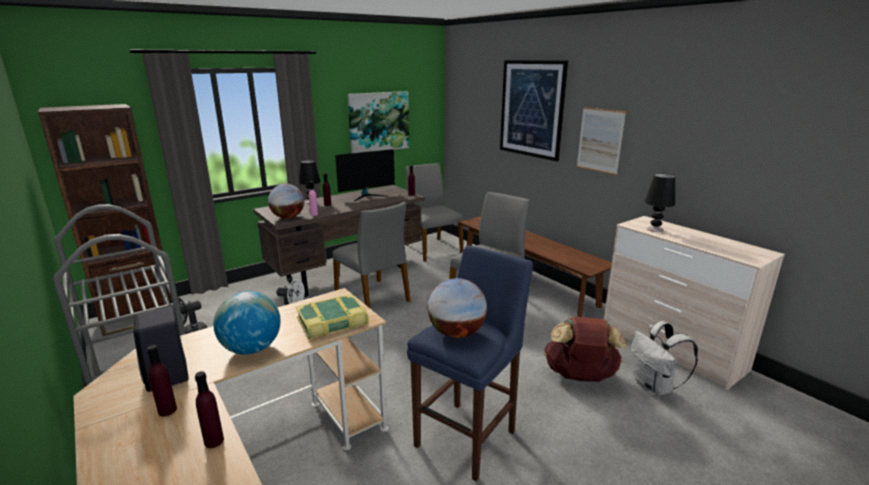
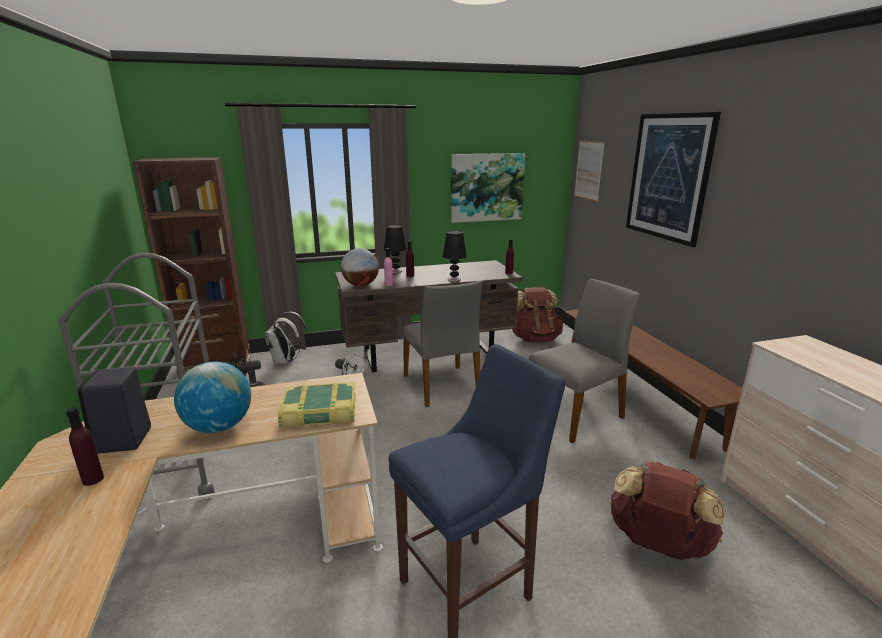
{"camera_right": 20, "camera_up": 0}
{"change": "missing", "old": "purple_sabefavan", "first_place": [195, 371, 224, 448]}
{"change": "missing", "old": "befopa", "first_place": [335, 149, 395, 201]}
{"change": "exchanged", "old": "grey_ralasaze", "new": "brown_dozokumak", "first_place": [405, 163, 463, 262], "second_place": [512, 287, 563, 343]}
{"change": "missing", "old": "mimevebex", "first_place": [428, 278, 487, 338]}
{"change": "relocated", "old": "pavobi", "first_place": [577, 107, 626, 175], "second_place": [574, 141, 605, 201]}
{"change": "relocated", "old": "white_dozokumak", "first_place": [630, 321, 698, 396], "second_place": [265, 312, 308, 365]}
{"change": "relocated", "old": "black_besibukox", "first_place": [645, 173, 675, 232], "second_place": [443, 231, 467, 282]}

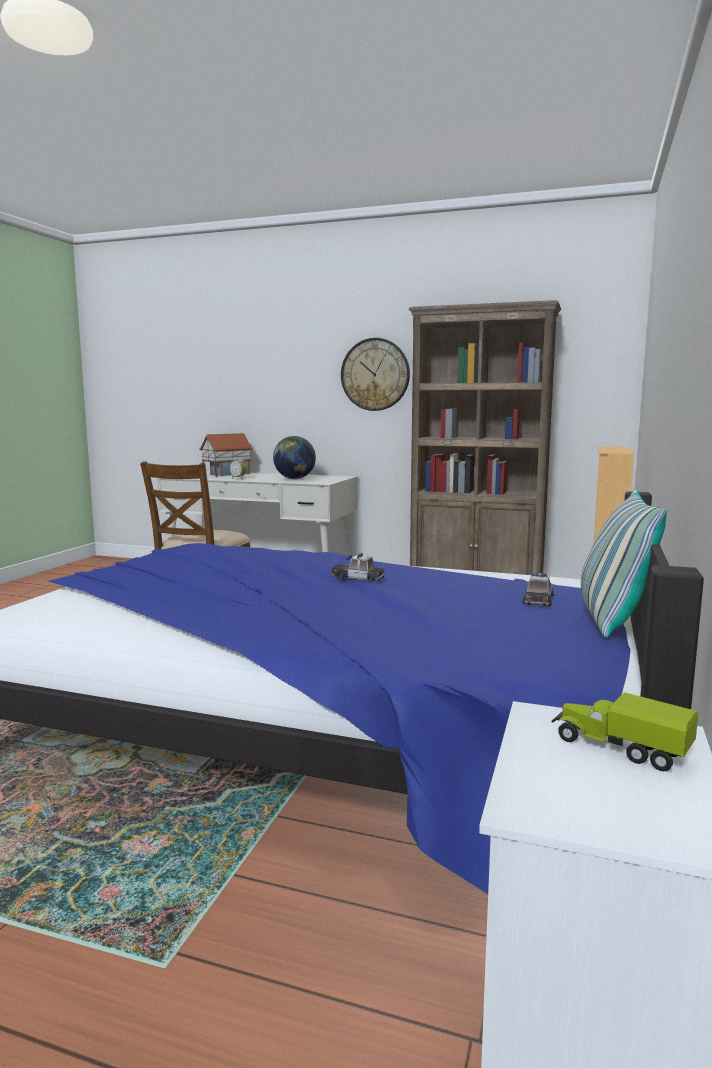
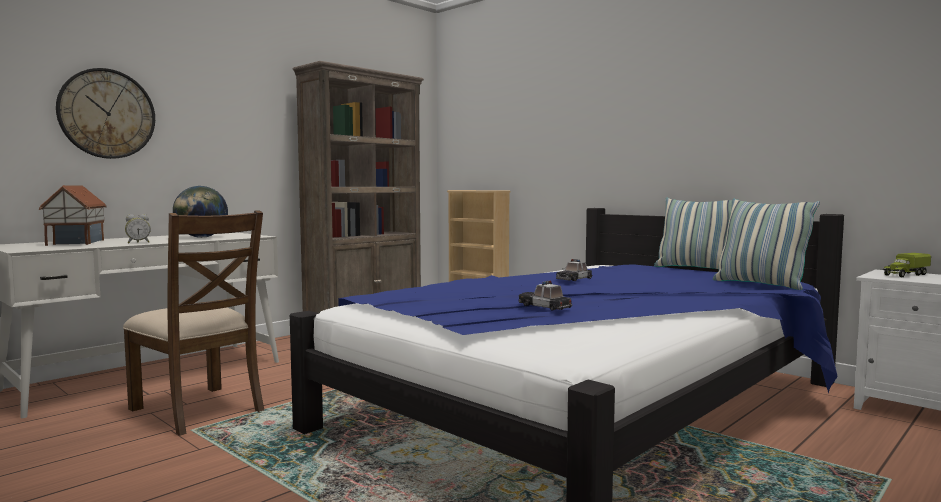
{"camera_right": -65, "camera_up": -5}
{"change": "relocated", "old": "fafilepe", "first_place": [341, 338, 410, 411], "second_place": [56, 68, 155, 159]}
{"change": "relocated", "old": "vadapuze", "first_place": [523, 573, 555, 606], "second_place": [519, 281, 573, 311]}
{"change": "appeared", "new": "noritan", "second_place": [713, 199, 820, 290]}

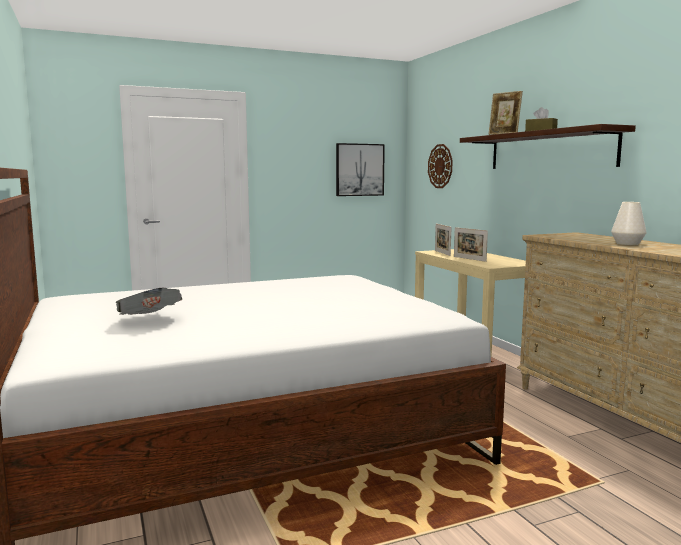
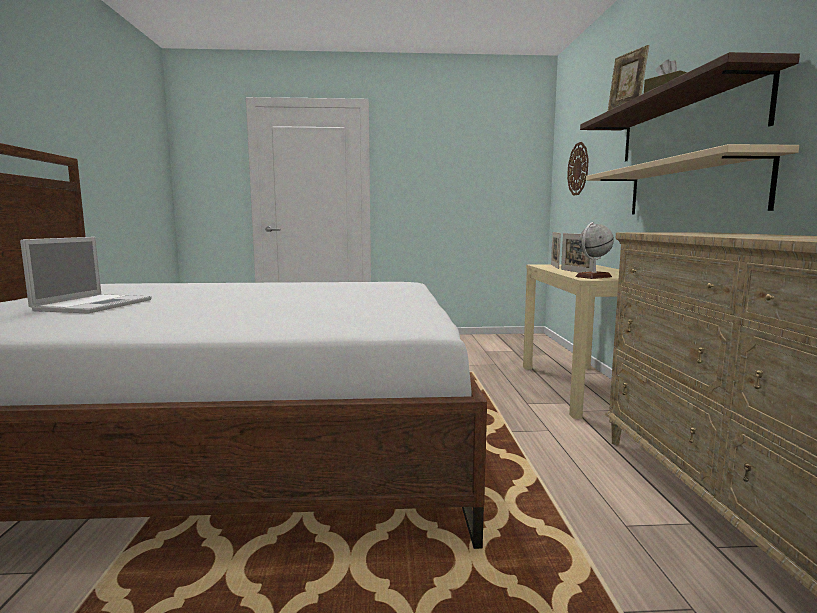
{"camera_right": 20, "camera_up": 0}
{"change": "exchanged", "old": "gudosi", "new": "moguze", "first_place": [116, 288, 183, 315], "second_place": [20, 237, 152, 313]}
{"change": "missing", "old": "pavobi", "first_place": [336, 143, 385, 196]}
{"change": "missing", "old": "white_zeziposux", "first_place": [611, 202, 647, 245]}
{"change": "appeared", "new": "mimevebex", "second_place": [575, 222, 614, 279]}
{"change": "appeared", "new": "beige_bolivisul", "second_place": [586, 144, 799, 215]}

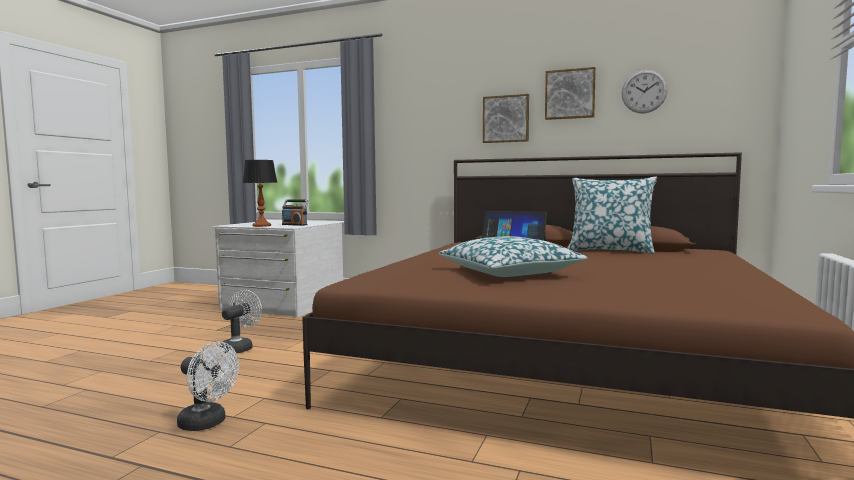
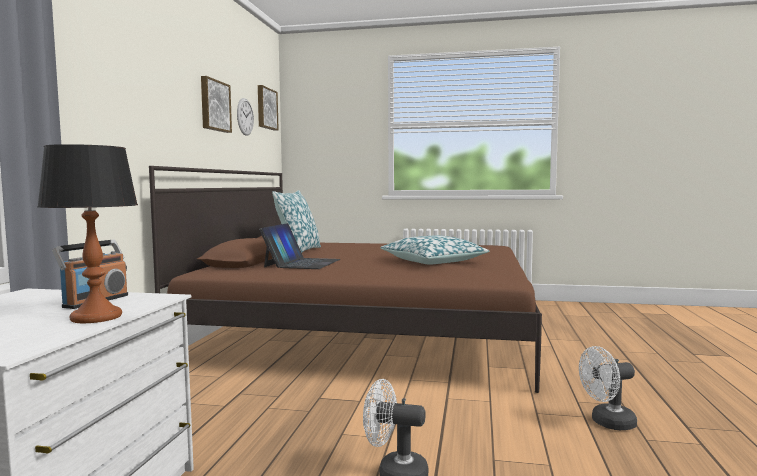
{"camera_right": -100, "camera_up": 0}
{"change": "spun", "old": "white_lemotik", "first_place": [177, 342, 239, 431], "second_place": [579, 346, 637, 430], "degrees": -120}
{"change": "relocated", "old": "pavobi", "first_place": [483, 94, 529, 143], "second_place": [258, 85, 279, 131]}

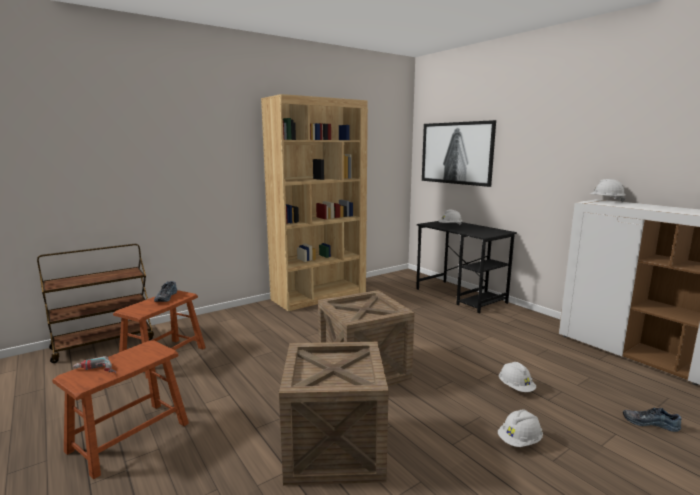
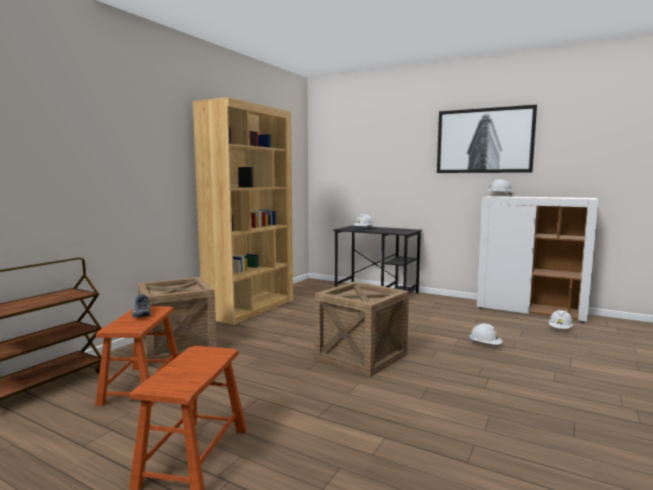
{"camera_right": -25, "camera_up": -5}
{"change": "missing", "old": "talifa", "first_place": [73, 356, 116, 374]}
{"change": "relocated", "old": "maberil", "first_place": [279, 342, 389, 486], "second_place": [138, 277, 217, 365]}
{"change": "relocated", "old": "pavobi", "first_place": [422, 120, 496, 187], "second_place": [437, 105, 537, 173]}
{"change": "relocated", "old": "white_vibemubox", "first_place": [498, 409, 543, 447], "second_place": [549, 310, 574, 329]}
{"change": "missing", "old": "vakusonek", "first_place": [623, 407, 681, 432]}

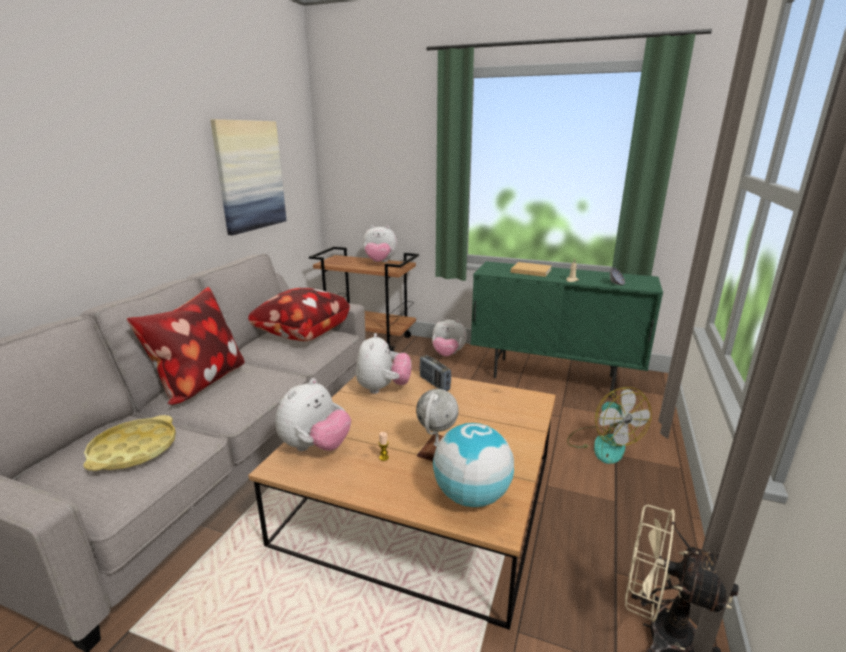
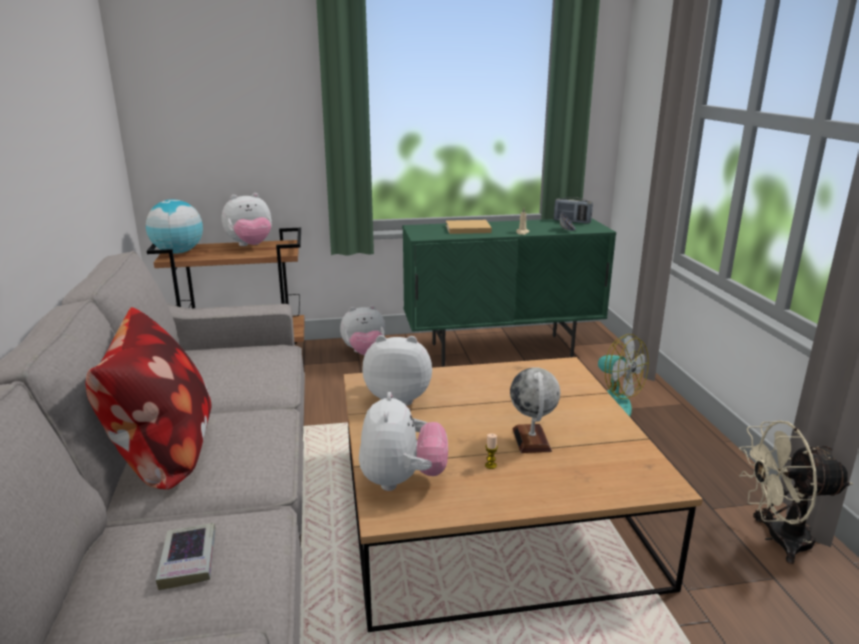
{"camera_right": -30, "camera_up": 0}
{"change": "exchanged", "old": "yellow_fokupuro", "new": "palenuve", "first_place": [83, 415, 176, 471], "second_place": [156, 523, 216, 590]}
{"change": "missing", "old": "pavobi", "first_place": [210, 119, 287, 235]}
{"change": "missing", "old": "noritan", "first_place": [248, 288, 350, 341]}
{"change": "spun", "old": "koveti", "first_place": [356, 333, 411, 394], "second_place": [362, 335, 432, 406], "degrees": -60}
{"change": "relocated", "old": "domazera", "first_place": [420, 355, 451, 391], "second_place": [554, 197, 593, 224]}
{"change": "relocated", "old": "mimevebex", "first_place": [433, 423, 514, 507], "second_place": [146, 199, 203, 254]}

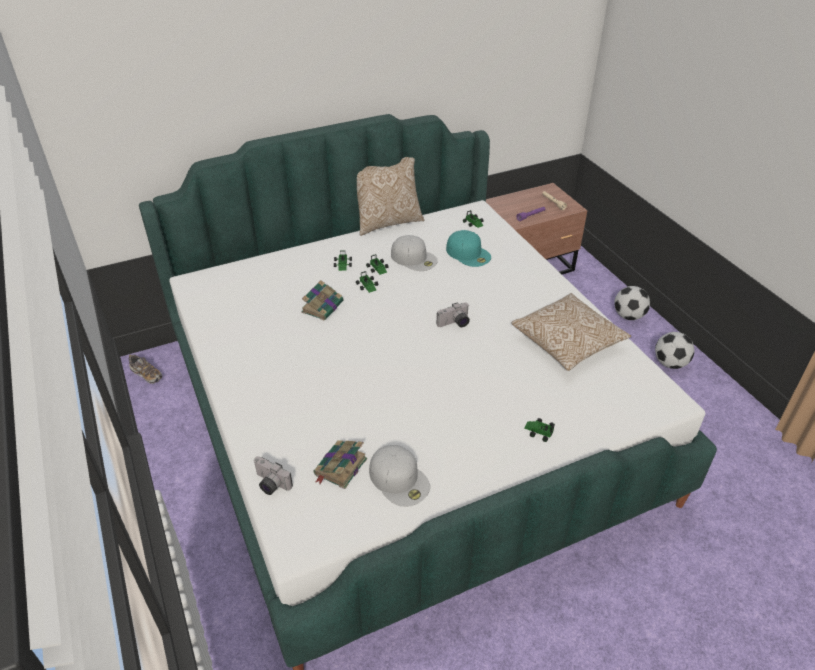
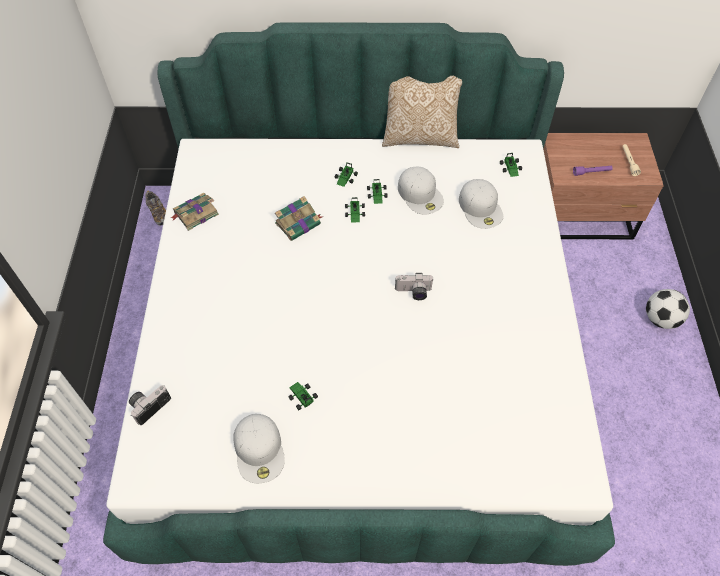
{"camera_right": 25, "camera_up": 15}
{"change": "spun", "old": "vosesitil", "first_place": [253, 456, 293, 495], "second_place": [129, 385, 171, 425], "degrees": 75}
{"change": "relocated", "old": "palenuve", "first_place": [314, 440, 367, 489], "second_place": [171, 193, 219, 231]}
{"change": "colour", "old": "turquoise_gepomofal", "new": "white_gepomofal", "first_place": [446, 230, 491, 267], "second_place": [459, 179, 503, 229]}
{"change": "missing", "old": "noritan", "first_place": [511, 293, 631, 371]}
{"change": "relocated", "old": "vadapuze", "first_place": [524, 418, 555, 442], "second_place": [288, 382, 318, 410]}
{"change": "missing", "old": "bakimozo", "first_place": [655, 332, 695, 369]}

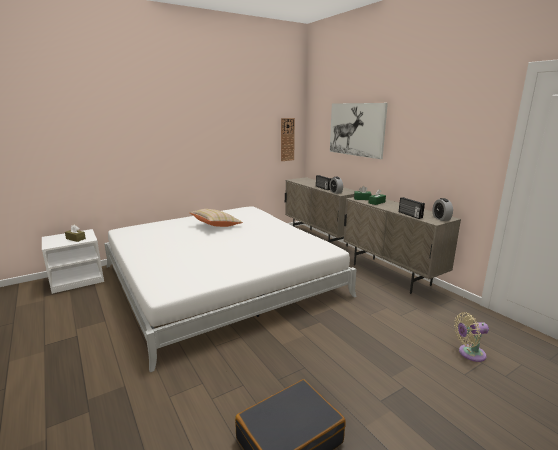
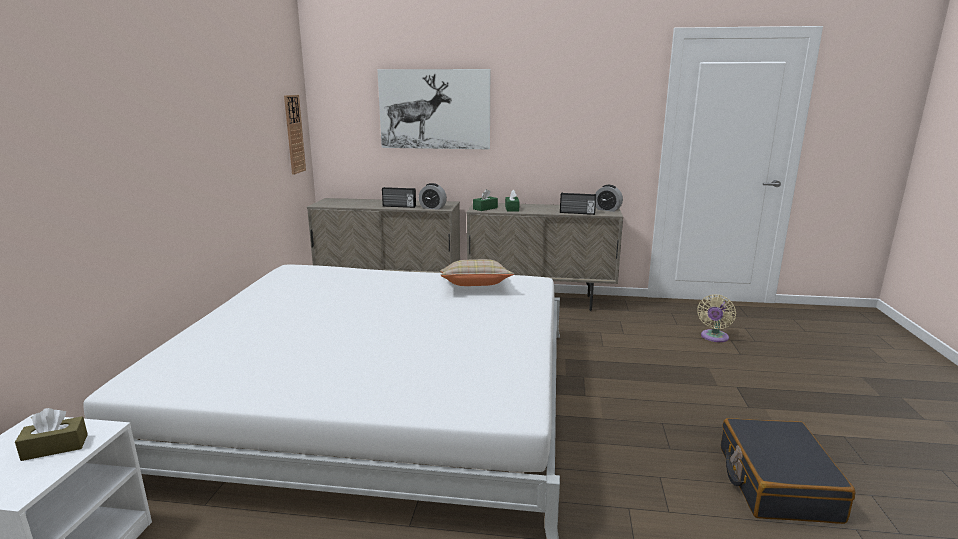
{"camera_right": -50, "camera_up": 0}
{"change": "relocated", "old": "beige_noritan", "first_place": [189, 209, 243, 227], "second_place": [440, 259, 514, 286]}

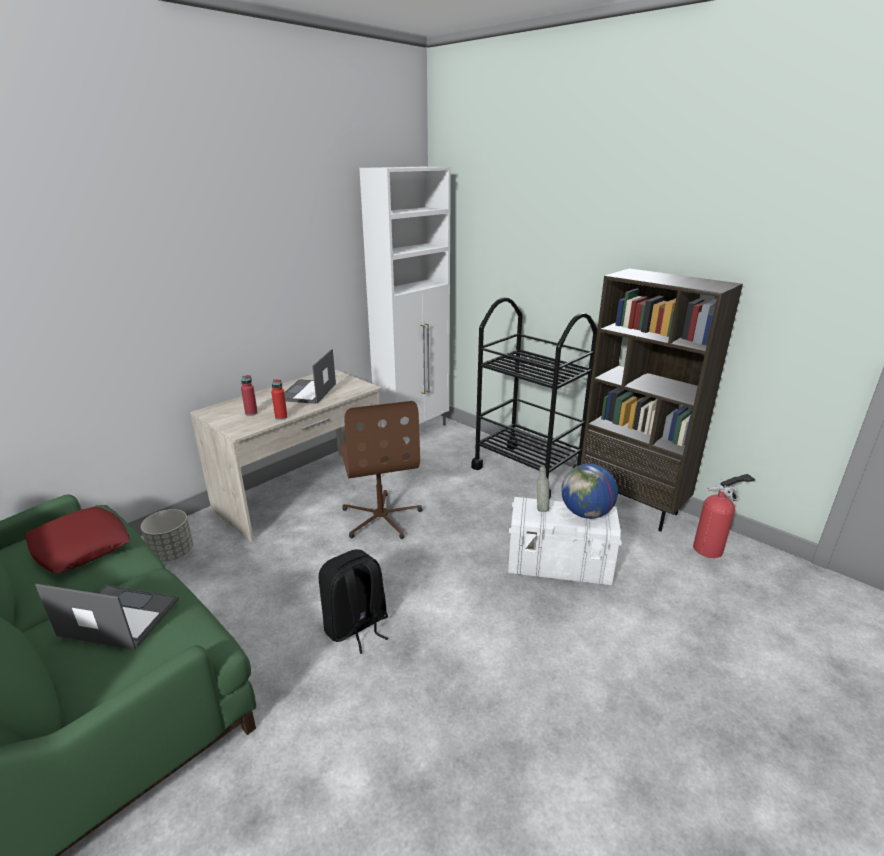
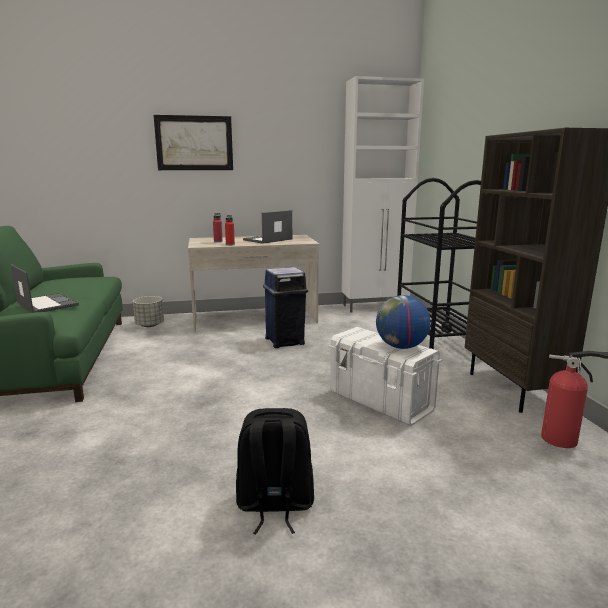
{"camera_right": 35, "camera_up": -10}
{"change": "missing", "old": "red_noritan", "first_place": [25, 507, 130, 574]}
{"change": "relocated", "old": "black_dozokumak", "first_place": [319, 549, 388, 654], "second_place": [236, 408, 314, 534]}
{"change": "exchanged", "old": "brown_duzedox", "new": "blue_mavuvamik", "first_place": [340, 401, 423, 539], "second_place": [263, 267, 308, 348]}
{"change": "missing", "old": "grey_sabefavan", "first_place": [537, 466, 549, 512]}
{"change": "appeared", "new": "pavobi", "second_place": [154, 115, 233, 170]}

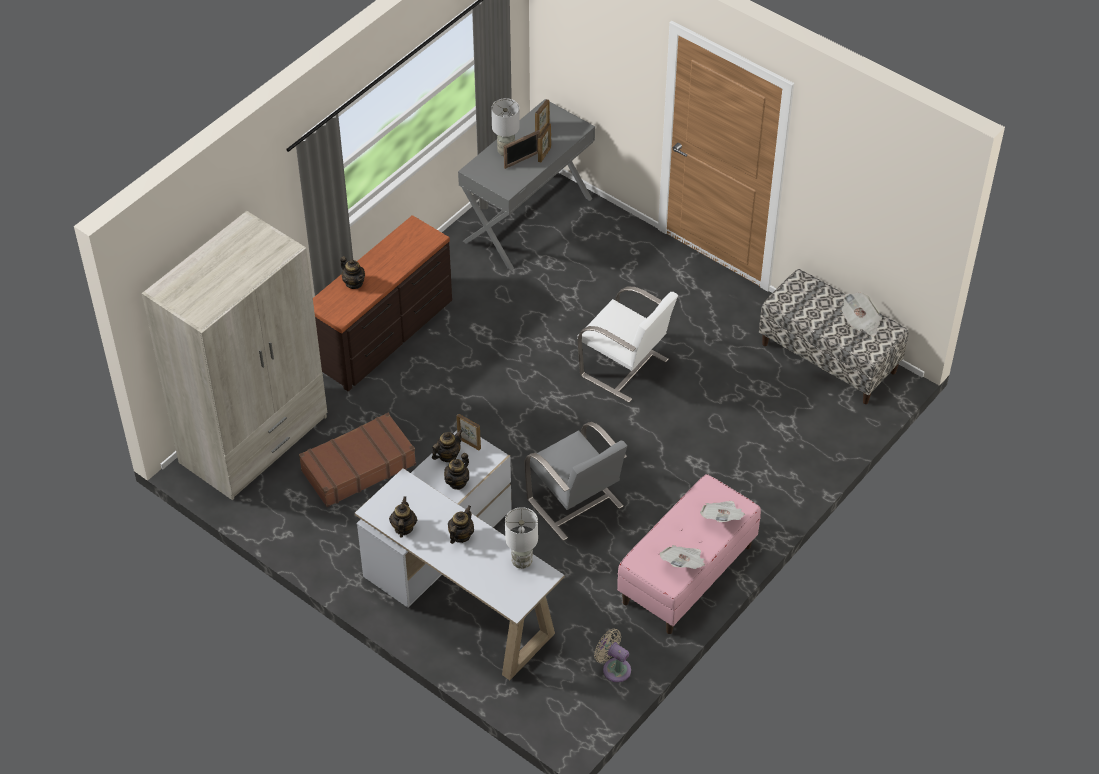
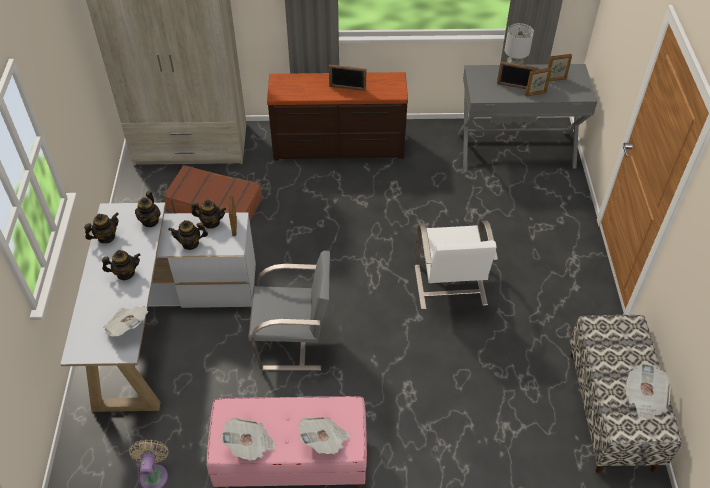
{"camera_right": 50, "camera_up": 0}
{"change": "relocated", "old": "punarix", "first_place": [340, 256, 365, 289], "second_place": [135, 191, 161, 227]}
{"change": "exchanged", "old": "white_besibukox", "new": "gudosi", "first_place": [505, 507, 538, 569], "second_place": [103, 306, 148, 336]}
{"change": "spun", "old": "grey_ralasaze", "first_place": [525, 422, 627, 541], "second_place": [248, 251, 330, 371], "degrees": -105}
{"change": "appeared", "new": "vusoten", "second_place": [329, 64, 366, 91]}

